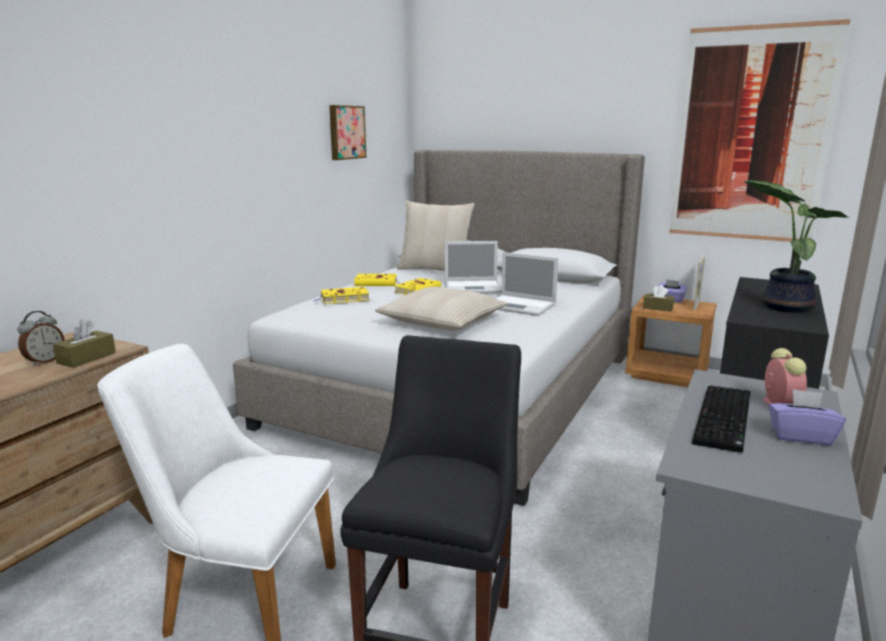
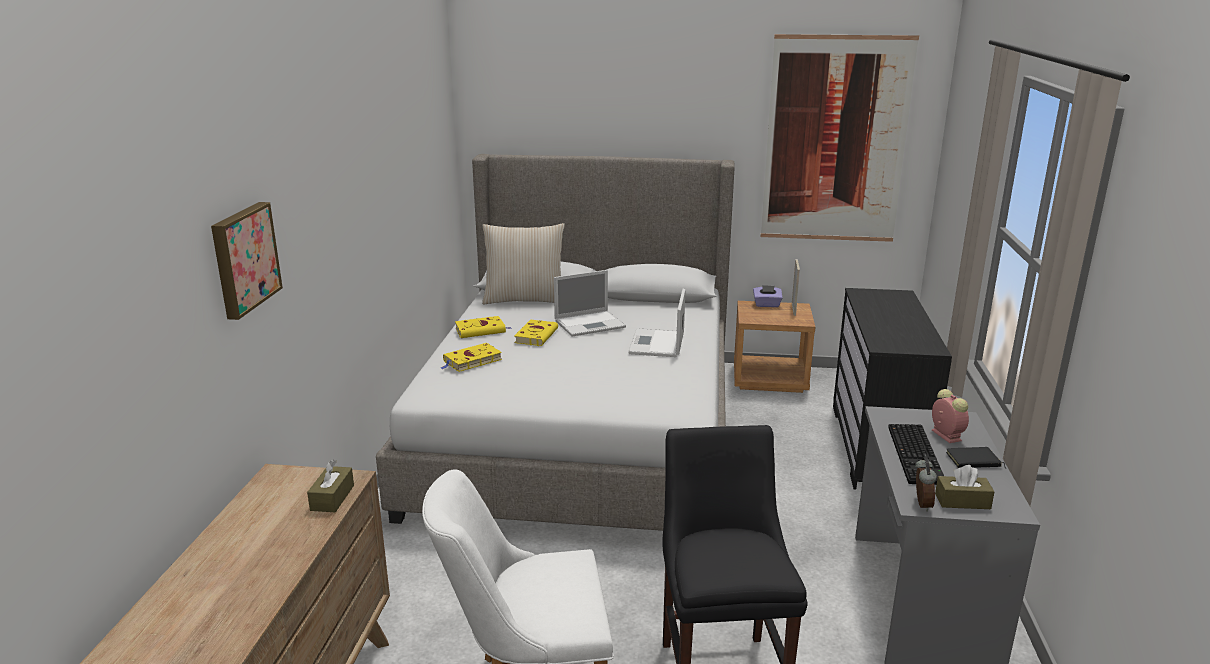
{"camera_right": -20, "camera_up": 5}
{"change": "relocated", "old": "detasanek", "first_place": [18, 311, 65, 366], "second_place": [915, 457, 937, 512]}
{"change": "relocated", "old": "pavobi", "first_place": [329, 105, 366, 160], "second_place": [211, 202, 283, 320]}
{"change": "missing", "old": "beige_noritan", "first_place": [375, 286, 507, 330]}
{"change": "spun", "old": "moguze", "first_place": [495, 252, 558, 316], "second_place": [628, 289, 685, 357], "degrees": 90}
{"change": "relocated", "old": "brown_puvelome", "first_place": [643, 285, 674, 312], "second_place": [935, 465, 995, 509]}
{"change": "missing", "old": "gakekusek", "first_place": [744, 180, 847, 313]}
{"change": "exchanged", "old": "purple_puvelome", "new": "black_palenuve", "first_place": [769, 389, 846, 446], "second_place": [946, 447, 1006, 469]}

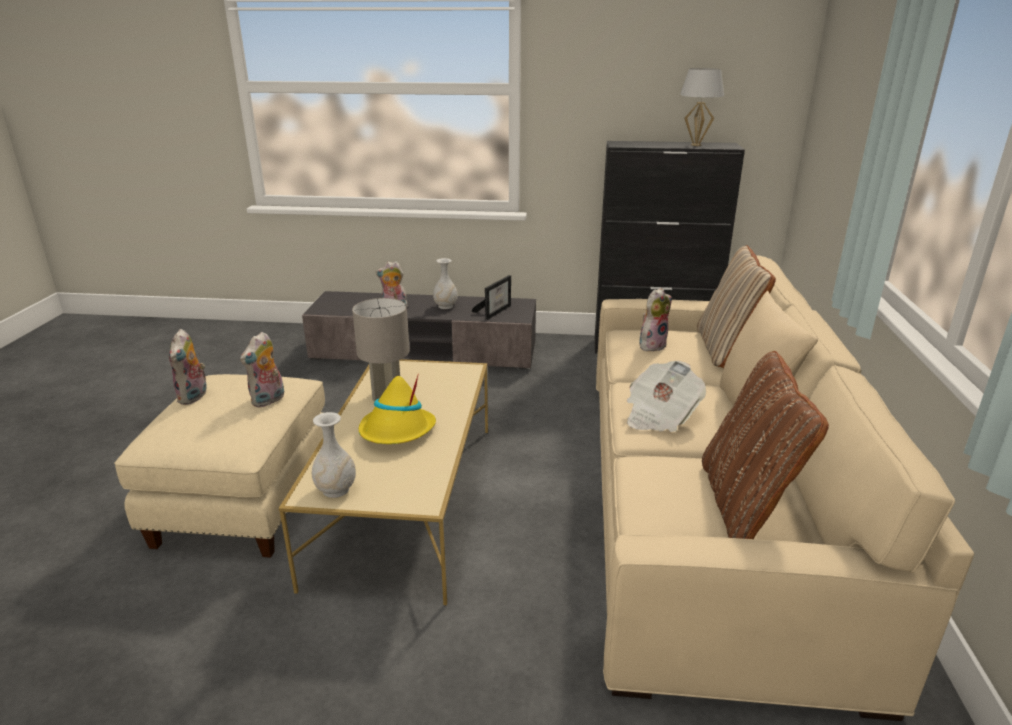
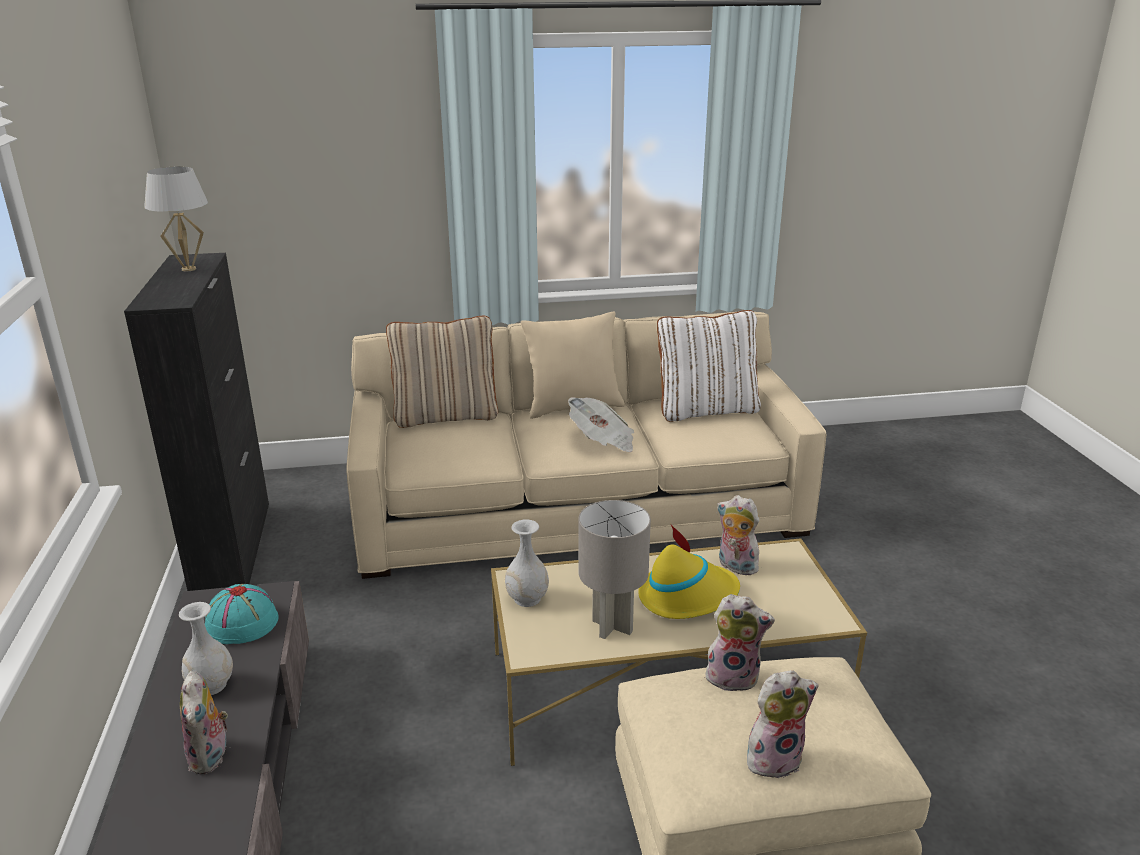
{"camera_right": -105, "camera_up": 0}
{"change": "relocated", "old": "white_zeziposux", "first_place": [312, 412, 356, 498], "second_place": [505, 519, 549, 607]}
{"change": "exchanged", "old": "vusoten", "new": "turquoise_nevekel", "first_place": [471, 275, 511, 320], "second_place": [205, 584, 278, 644]}
{"change": "relocated", "old": "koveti", "first_place": [639, 288, 672, 352], "second_place": [717, 495, 761, 575]}
{"change": "colour", "old": "brown_noritan", "new": "white_noritan", "first_place": [702, 351, 829, 539], "second_place": [657, 310, 761, 422]}

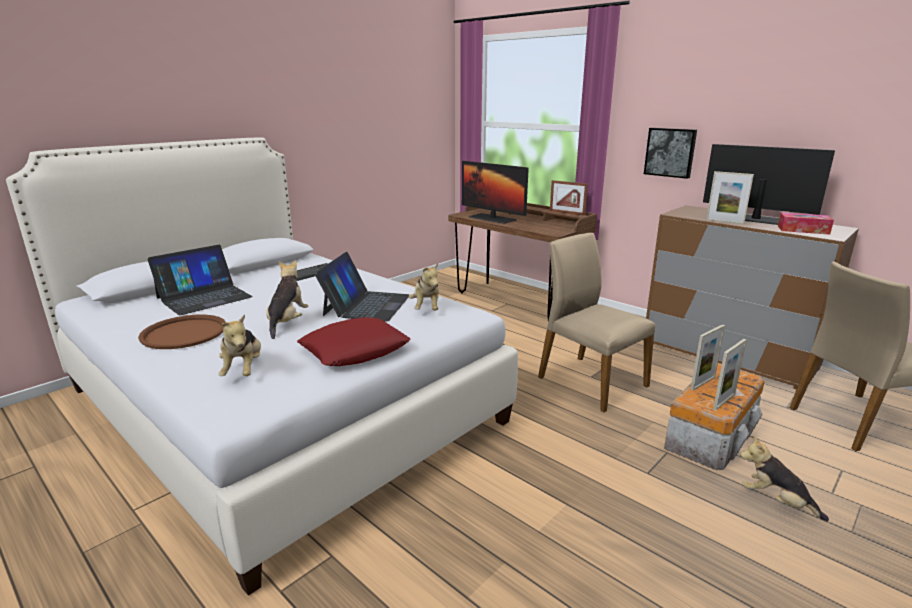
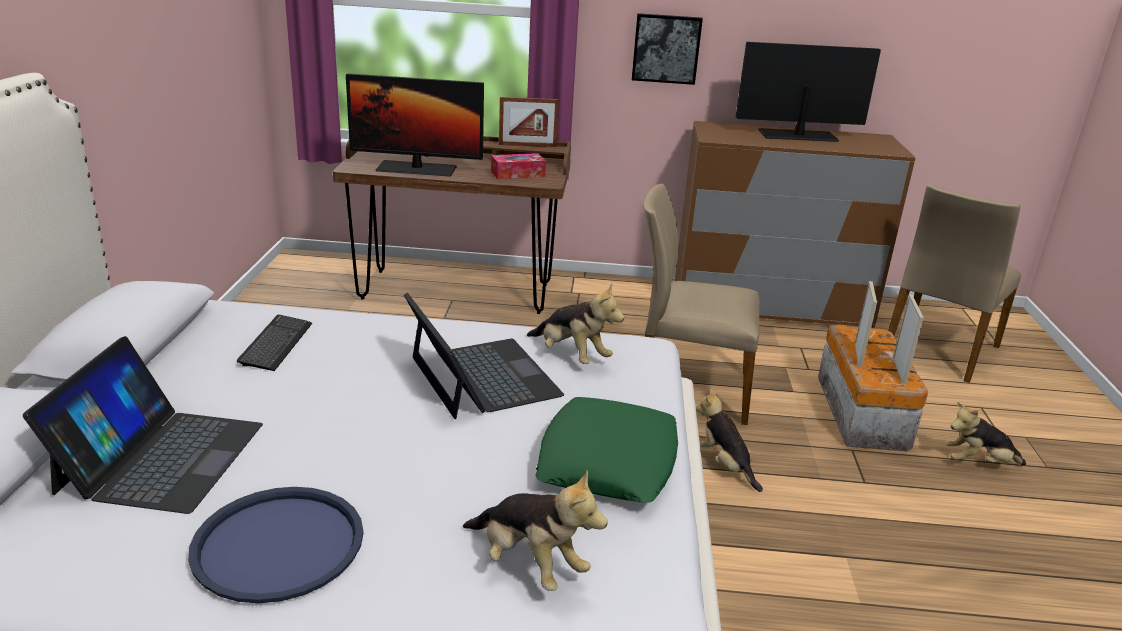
{"camera_right": -40, "camera_up": 5}
{"change": "colour", "old": "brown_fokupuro", "new": "blue_fokupuro", "first_place": [138, 315, 226, 349], "second_place": [188, 487, 364, 603]}
{"change": "relocated", "old": "koveti", "first_place": [266, 260, 308, 339], "second_place": [695, 388, 763, 492]}
{"change": "colour", "old": "red_noritan", "new": "green_noritan", "first_place": [297, 317, 411, 366], "second_place": [535, 397, 678, 503]}
{"change": "missing", "old": "vusoten", "first_place": [706, 171, 754, 225]}
{"change": "relocated", "old": "puvelome", "first_place": [778, 213, 834, 235], "second_place": [491, 153, 546, 179]}

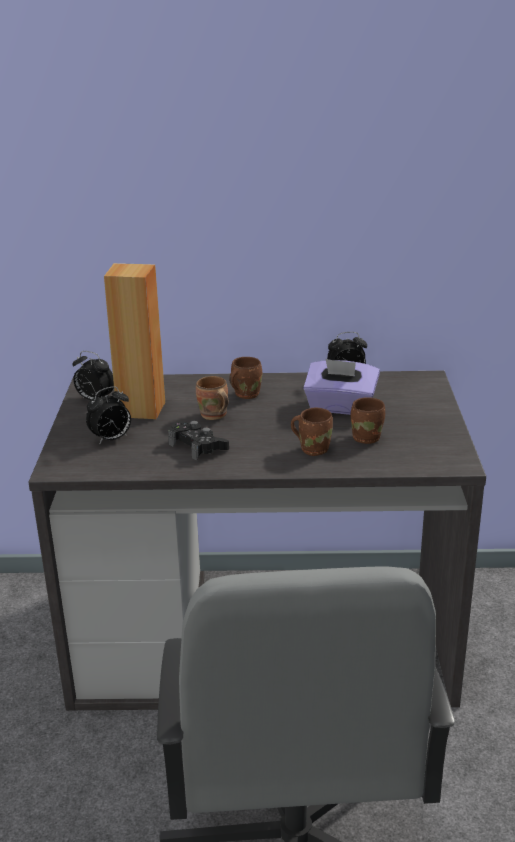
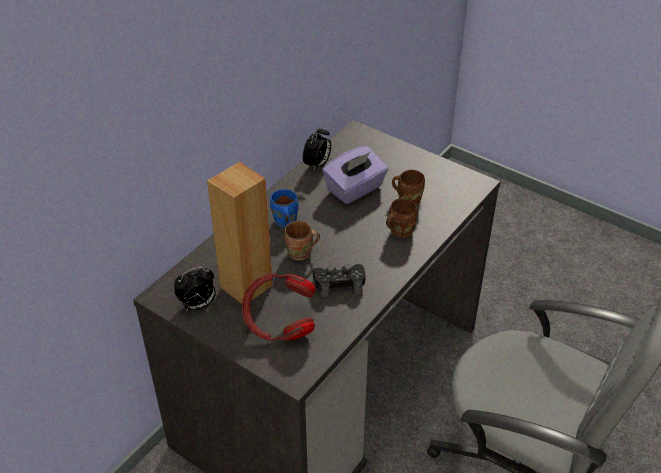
{"camera_right": -55, "camera_up": 15}
{"change": "exchanged", "old": "detasanek", "new": "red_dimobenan", "first_place": [86, 386, 131, 445], "second_place": [242, 273, 316, 341]}
{"change": "colour", "old": "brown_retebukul", "new": "blue_retebukul", "first_place": [229, 357, 262, 399], "second_place": [270, 189, 299, 228]}

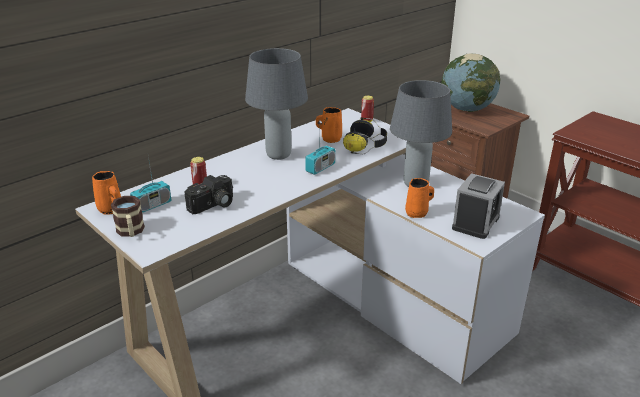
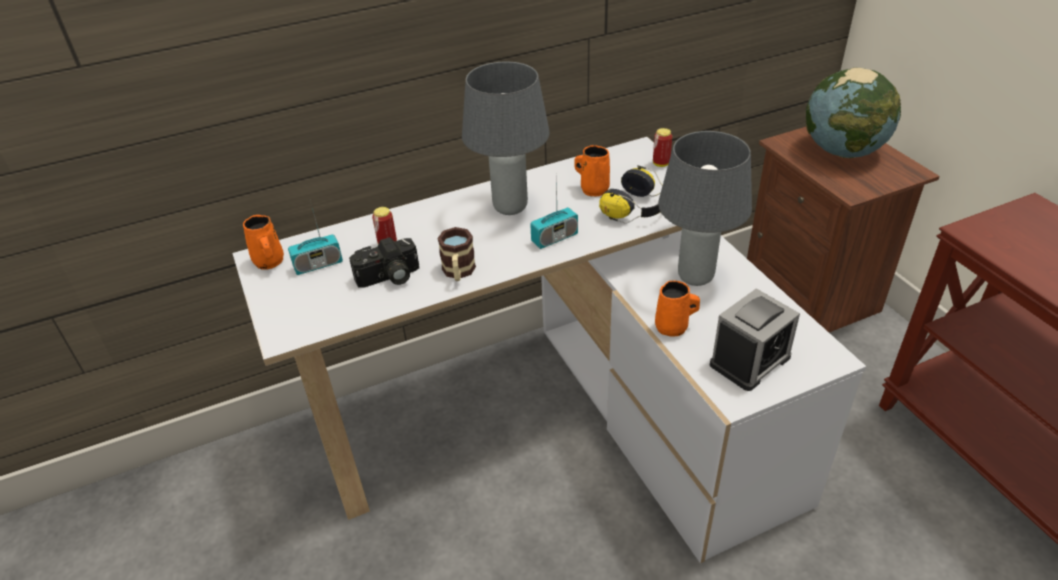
{"camera_right": 20, "camera_up": 10}
{"change": "relocated", "old": "retebukul", "first_place": [111, 196, 145, 237], "second_place": [437, 227, 476, 281]}

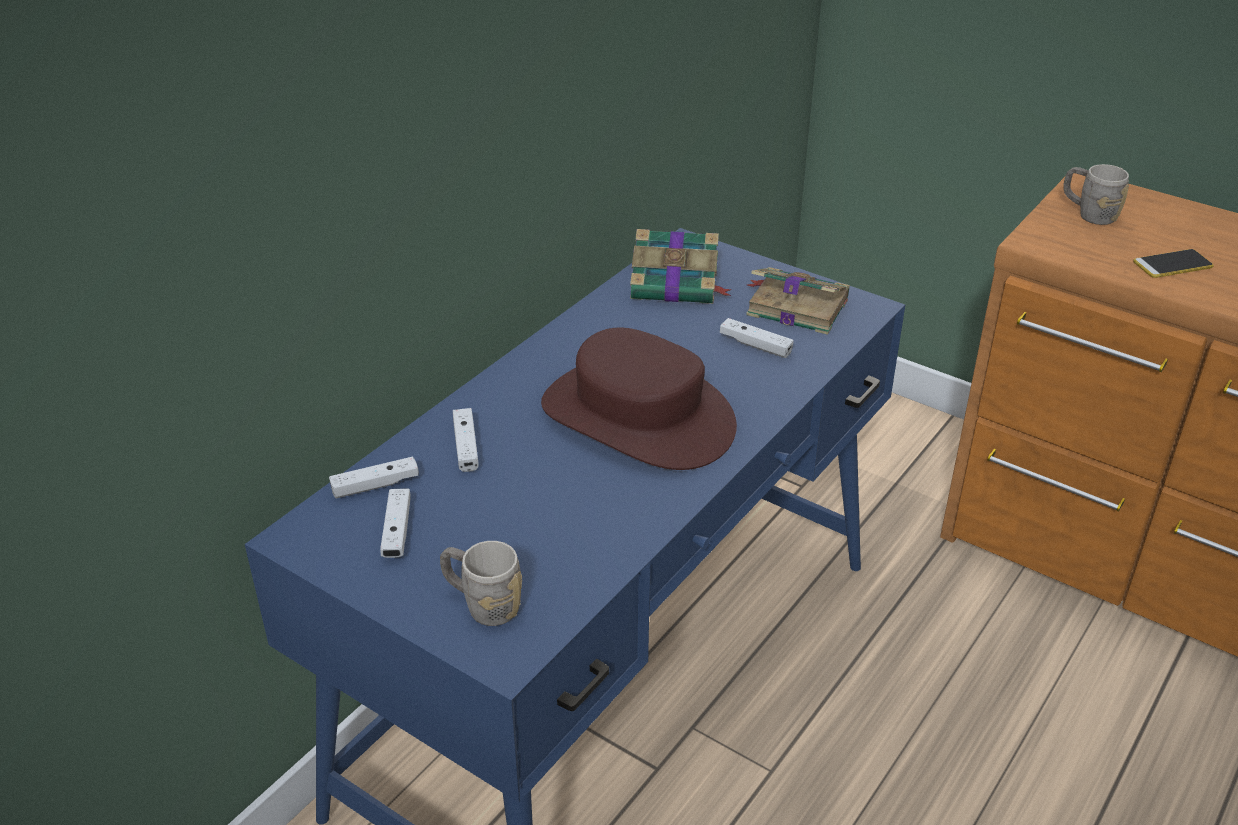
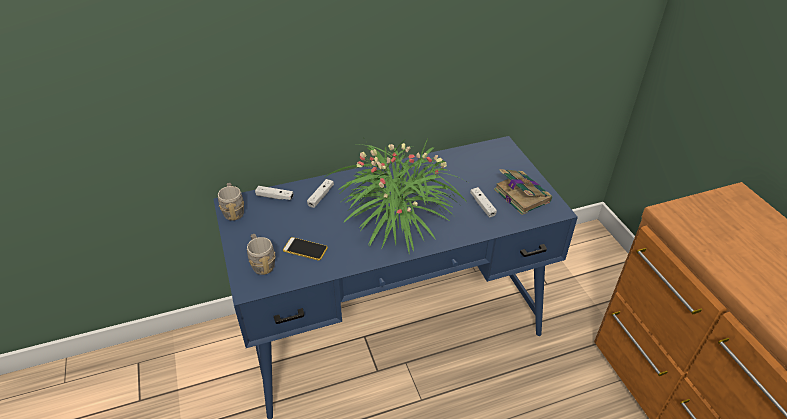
{"camera_right": 35, "camera_up": 5}
{"change": "missing", "old": "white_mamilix", "first_place": [380, 489, 411, 558]}
{"change": "exchanged", "old": "brown_nevekel", "new": "gakekusek", "first_place": [541, 328, 737, 470], "second_place": [325, 134, 466, 255]}
{"change": "missing", "old": "palenuve", "first_place": [630, 229, 731, 304]}
{"change": "relocated", "old": "grey_retebukul", "first_place": [1063, 164, 1129, 225], "second_place": [218, 183, 244, 221]}
{"change": "relocated", "old": "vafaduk", "first_place": [1133, 249, 1214, 278], "second_place": [283, 237, 328, 261]}

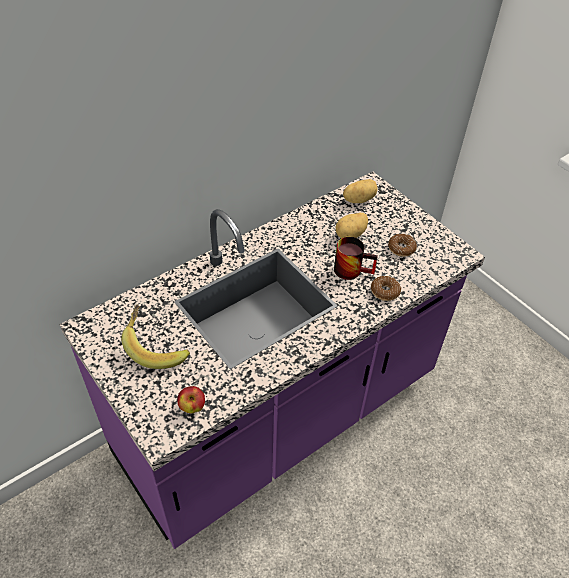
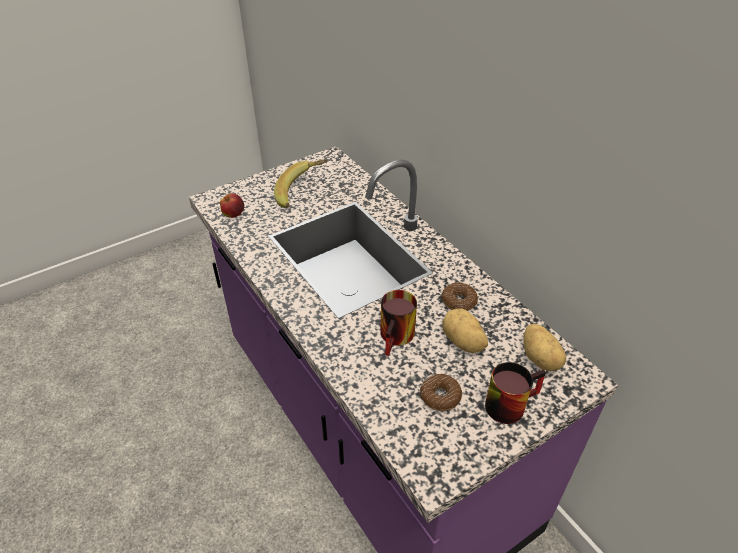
{"camera_right": 95, "camera_up": -5}
{"change": "relocated", "old": "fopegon", "first_place": [371, 276, 401, 301], "second_place": [441, 282, 478, 311]}
{"change": "appeared", "new": "retebukul", "second_place": [485, 362, 546, 424]}

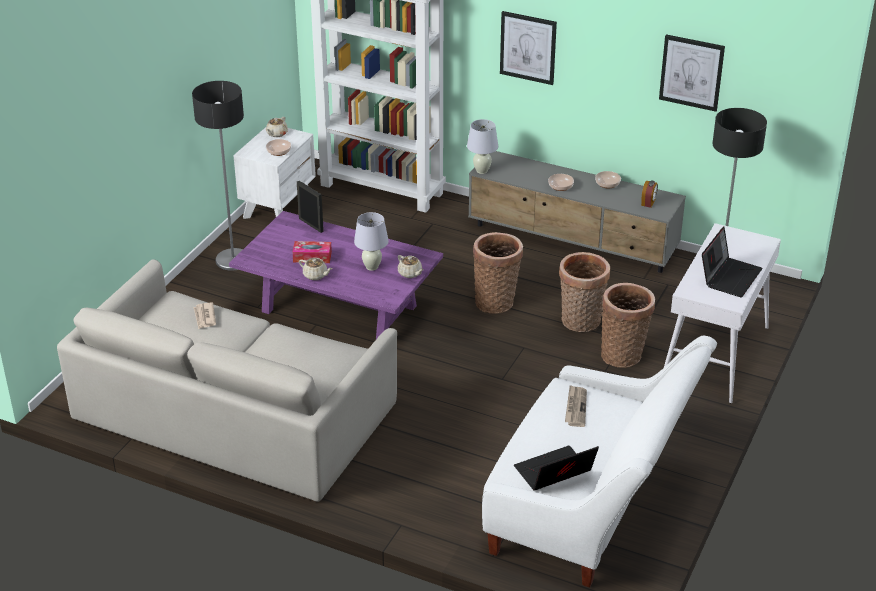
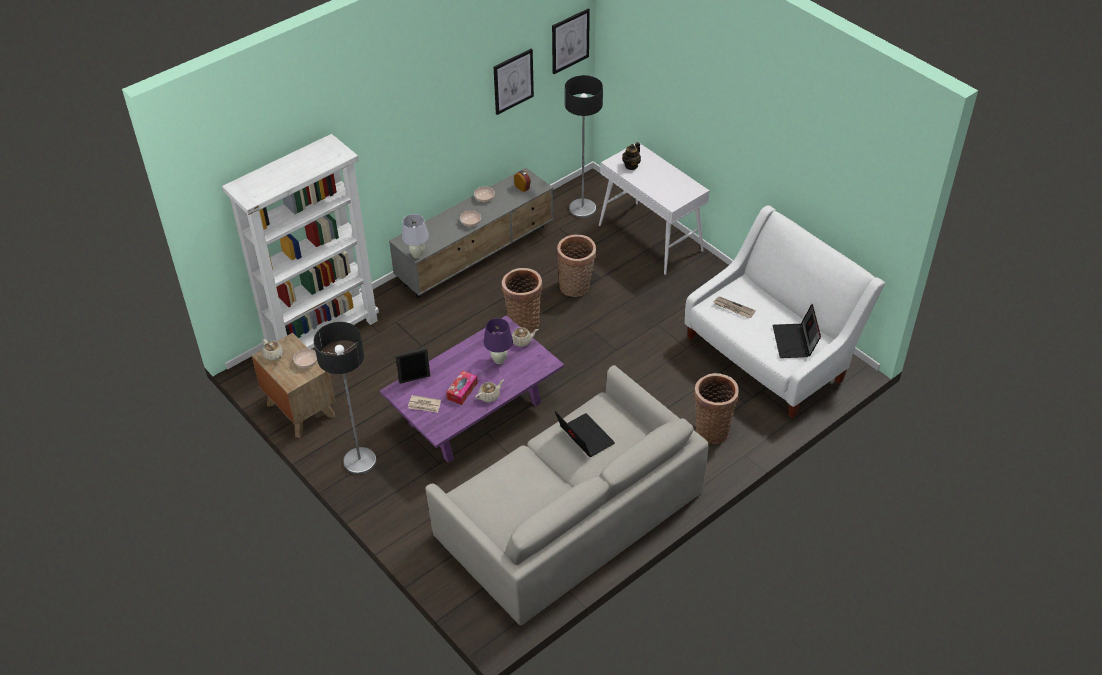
{"camera_right": -65, "camera_up": 10}
{"change": "relocated", "old": "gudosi", "first_place": [194, 302, 216, 329], "second_place": [408, 395, 441, 413]}
{"change": "colour", "old": "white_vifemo", "new": "brown_vifemo", "first_place": [233, 127, 316, 219], "second_place": [251, 333, 336, 438]}
{"change": "colour", "old": "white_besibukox", "new": "purple_besibukox", "first_place": [354, 212, 389, 271], "second_place": [484, 318, 513, 364]}
{"change": "relocated", "old": "pavobi", "first_place": [500, 11, 557, 85], "second_place": [552, 9, 590, 74]}
{"change": "relocated", "old": "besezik", "first_place": [601, 283, 655, 368], "second_place": [694, 373, 739, 444]}
{"change": "relocated", "old": "moguze", "first_place": [702, 227, 763, 297], "second_place": [555, 411, 615, 457]}
{"change": "appeared", "new": "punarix", "second_place": [622, 142, 641, 170]}

